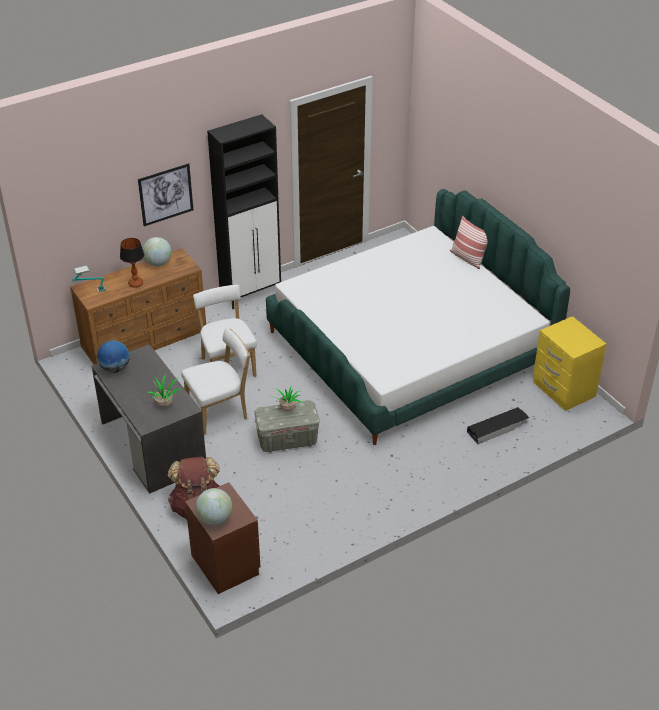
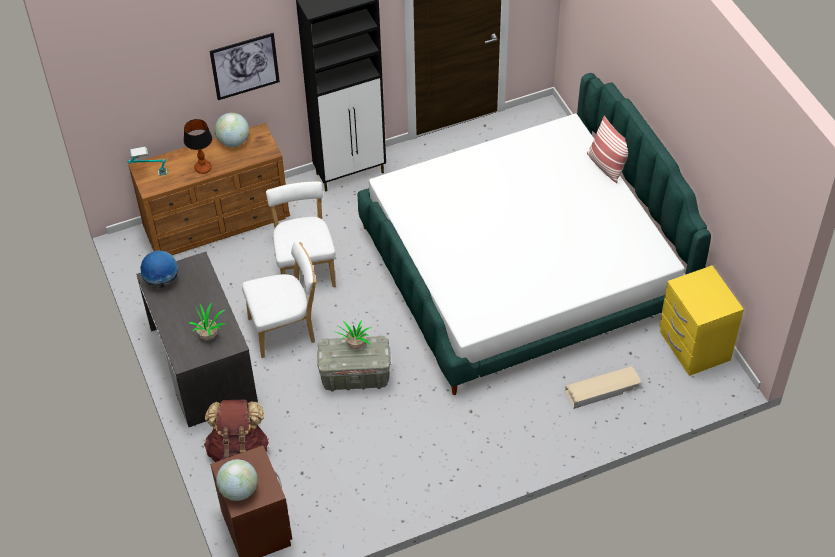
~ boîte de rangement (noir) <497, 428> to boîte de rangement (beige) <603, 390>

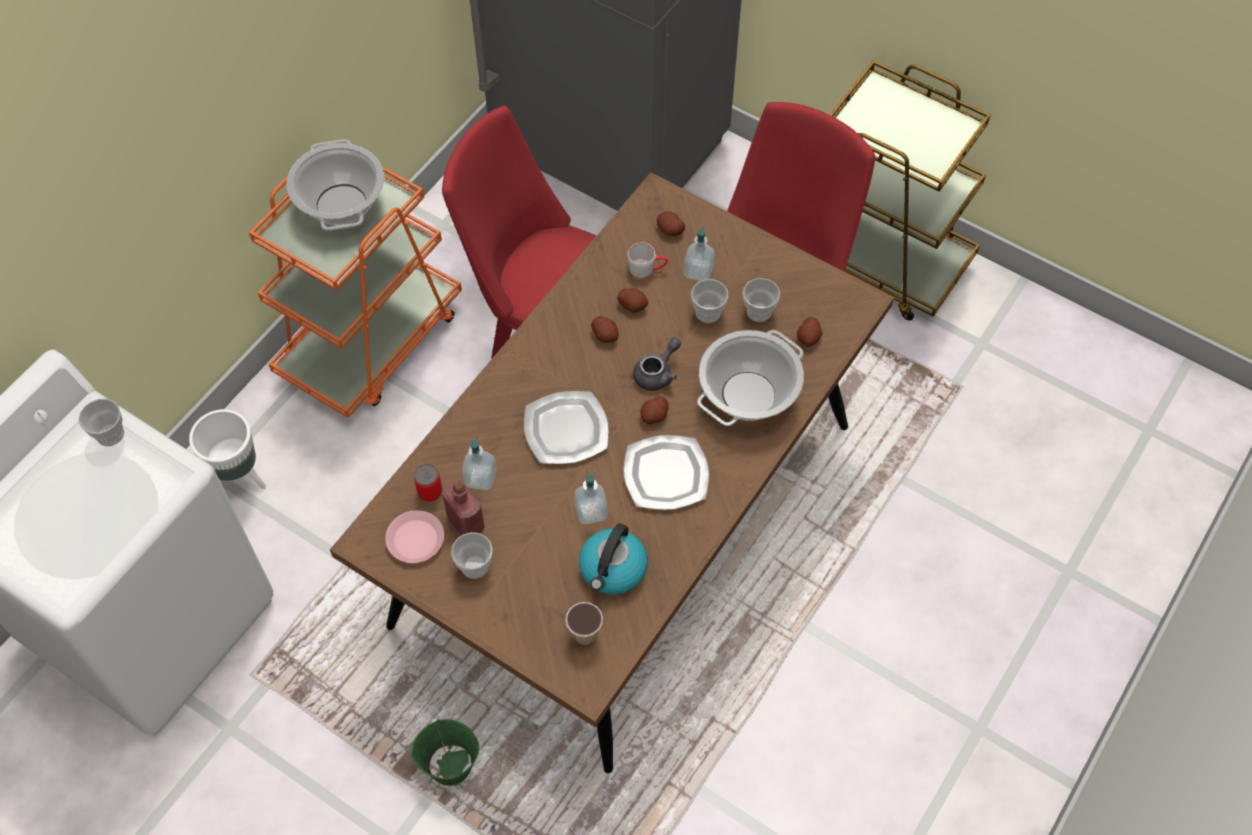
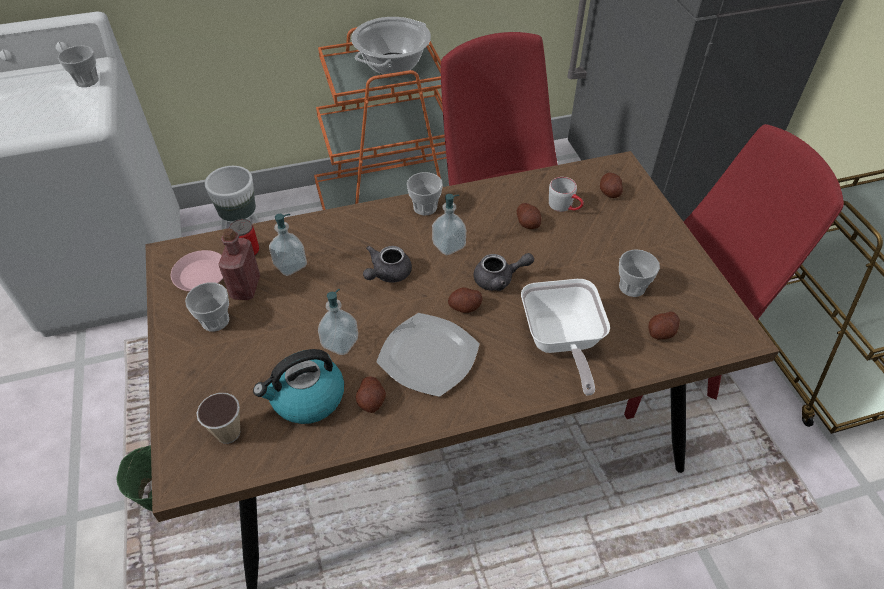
~ pomme de terre <605, 335> to <371, 401>
~ assiette <567, 430> to théière (gris) <387, 274>
~ tasse <708, 313> to <425, 207>
~ distributeur de savon <698, 271> to <449, 245>
~ marmite <748, 396> to poêle <561, 343>

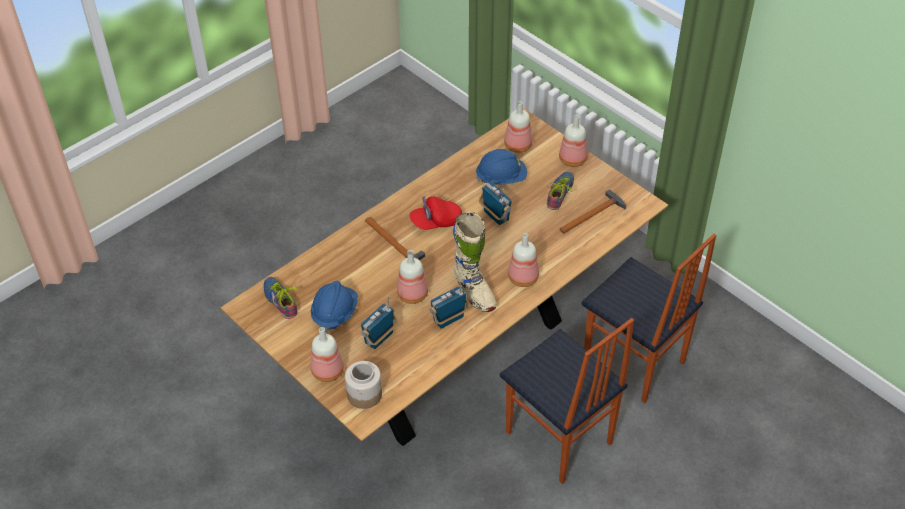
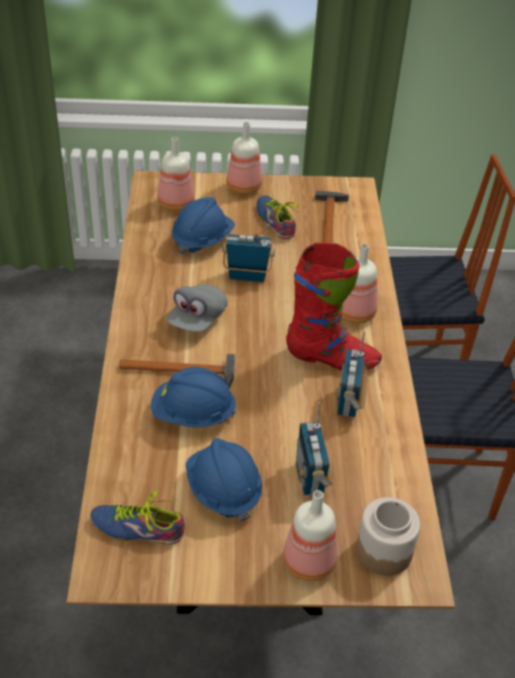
+ casque de chantier (bleu) <193, 415>
~ casquette (rouge) <436, 222> to casquette (gris) <197, 319>
~ botte (beige) <474, 292> to botte (rouge) <332, 358>
- bouteille <413, 294>

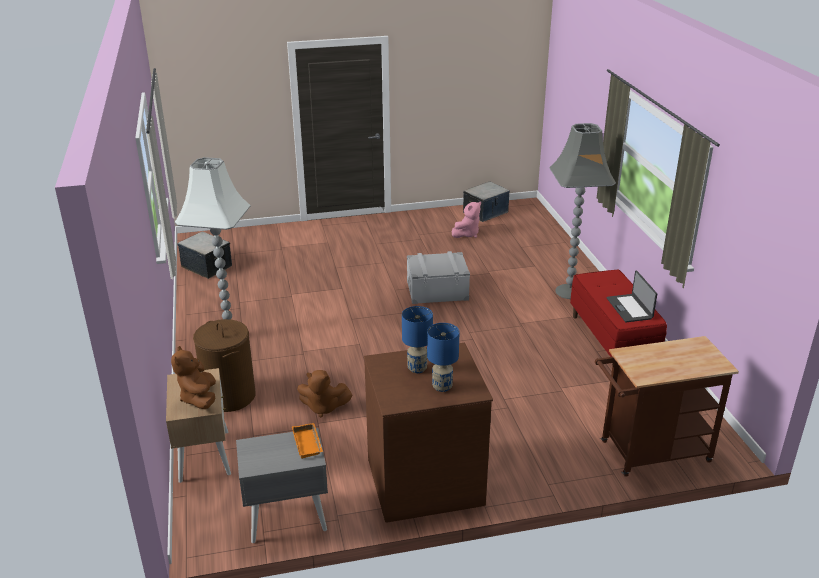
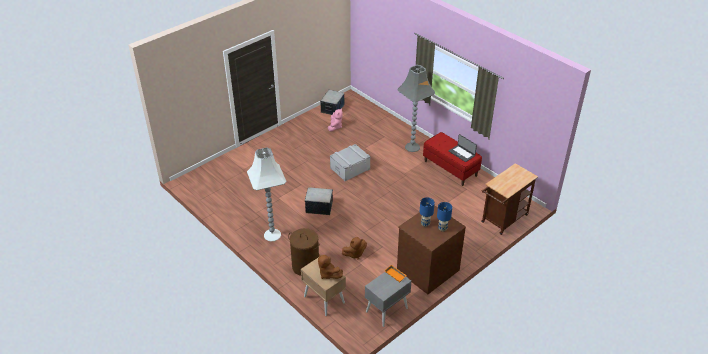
~ boîte de rangement <207, 266> to <319, 207>

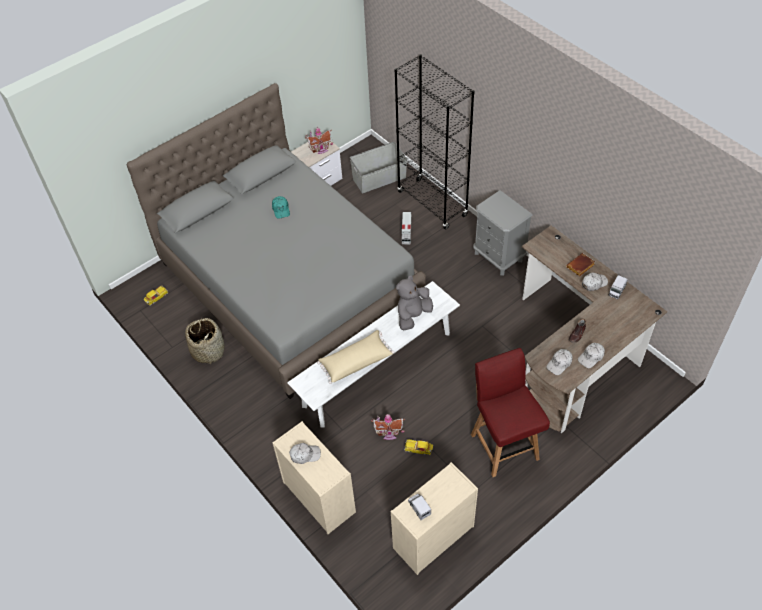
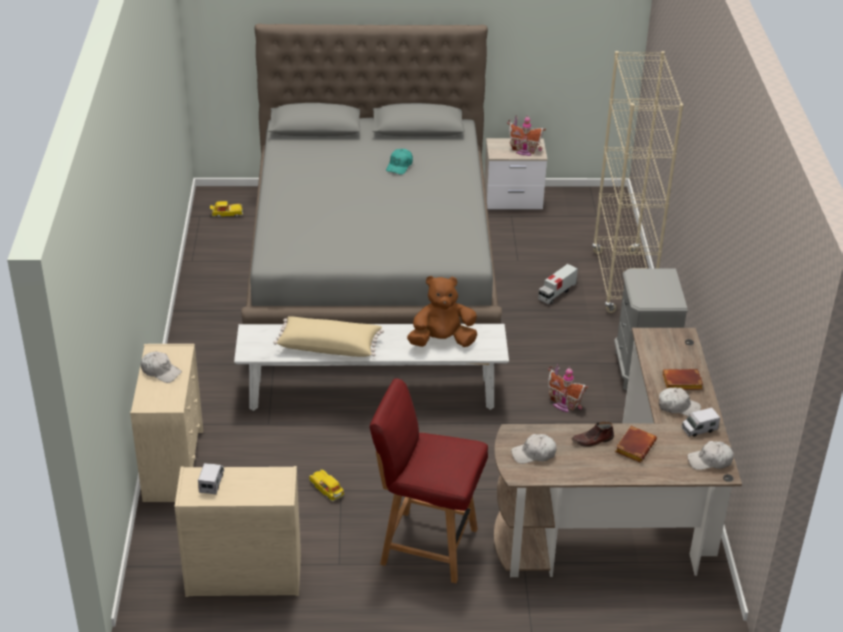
~ chaise (rouge) <504, 445> = <426, 545> 90 degrees counterclockwise
~ peluche (gris) <413, 315> to peluche (marron) <442, 341>
~ maison miniature <388, 433> to <564, 404>
~ bibliothèque (noir) <432, 204> to bibliothèque (beige) <622, 282>
+ livre (marron) <634, 446>
~ casquette (blanc) <591, 357> to <710, 461>
- panier <208, 351>
- boîte de rangement (gris) <379, 178>

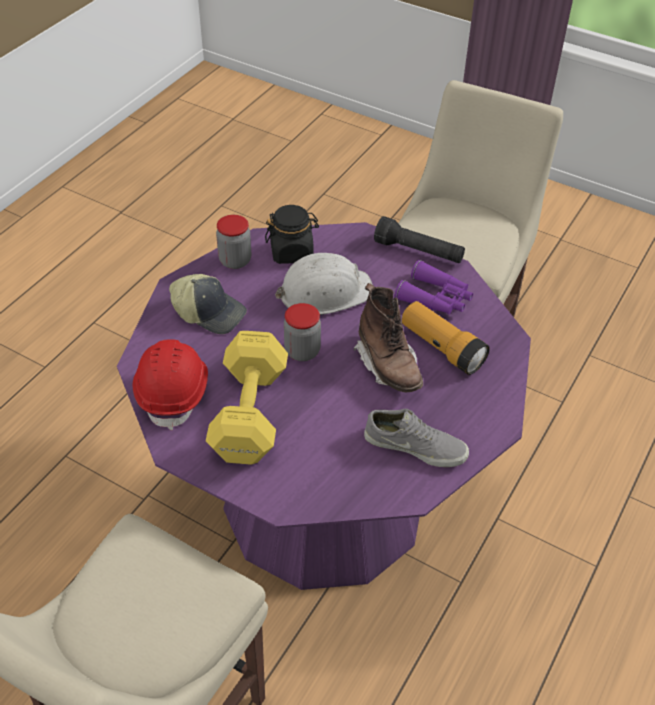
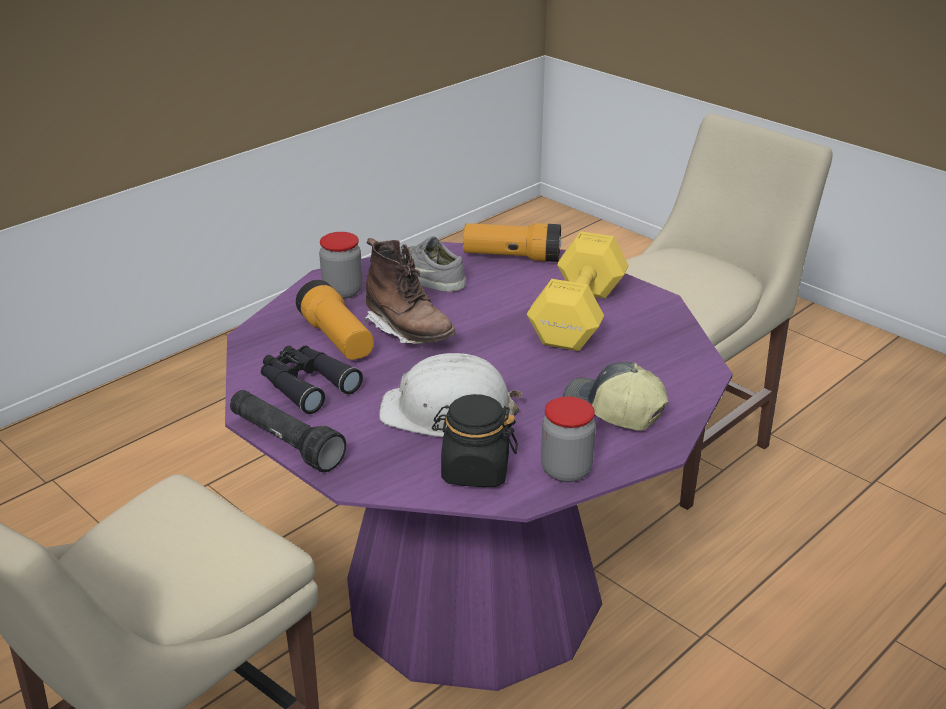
~ jumelles (violet) <435, 298> to jumelles (noir) <306, 385>
~ bocal <302, 351> to <342, 291>
~ botte (marron) <388, 366> = <409, 332> 150 degrees clockwise
+ lampe de poche <512, 257>
- casque de chantier (rouge) <174, 392>

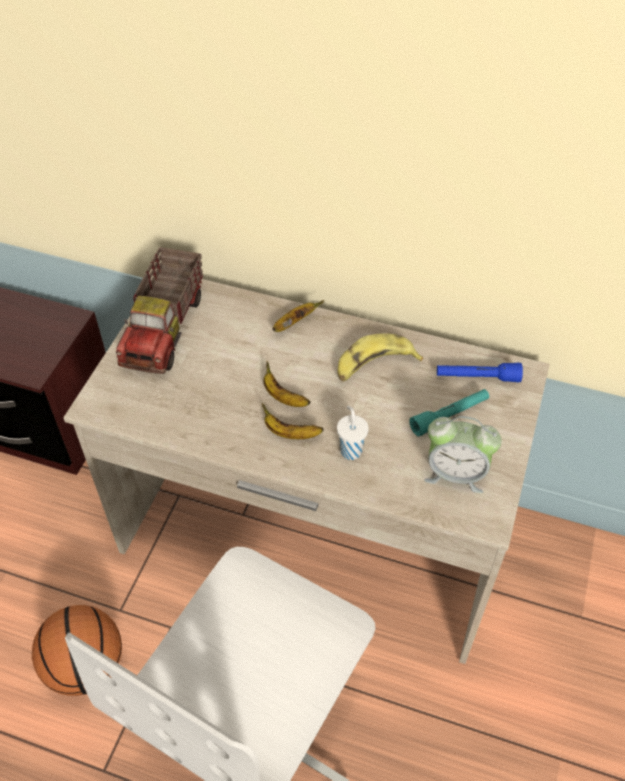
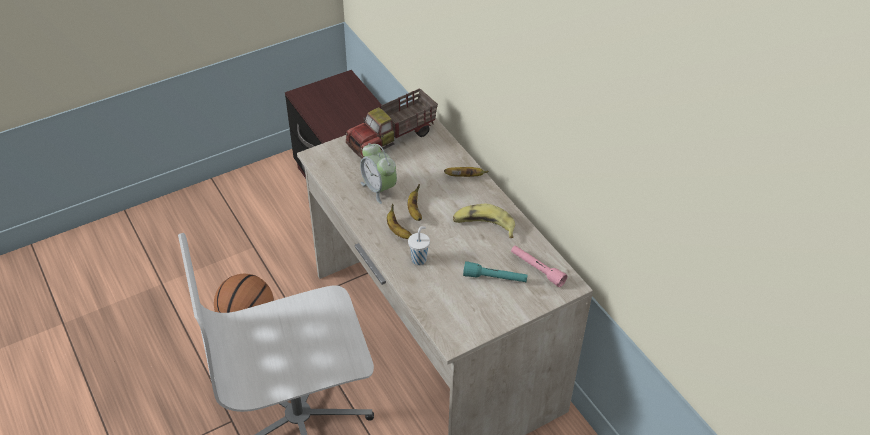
~ réveil <455, 473> to <379, 189>
~ lampe de poche (bleu) <477, 377> to lampe de poche (rose) <537, 269>

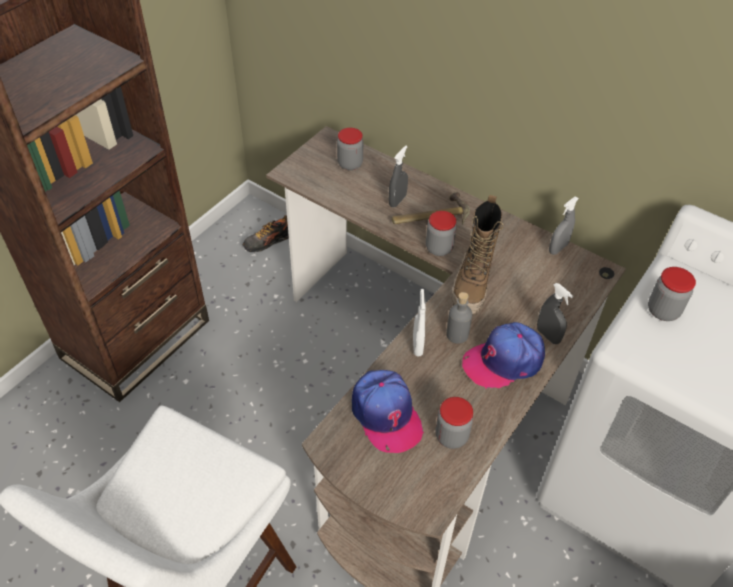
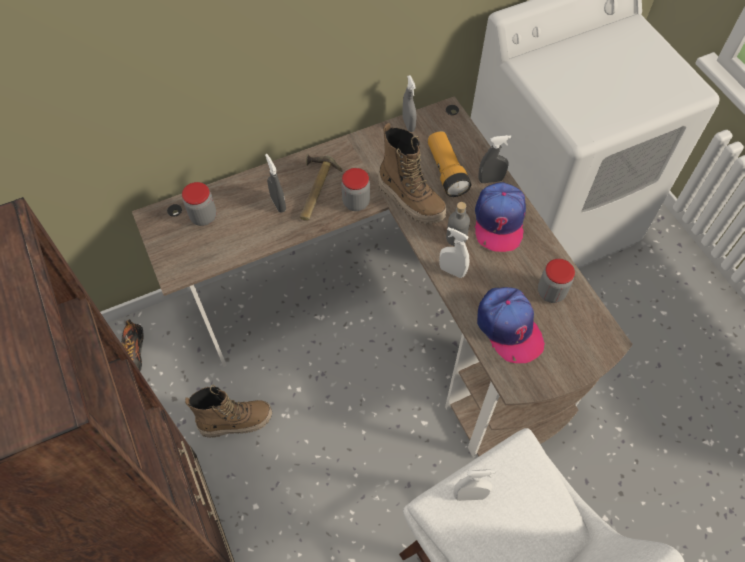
+ botte <236, 421>
+ lampe de poche <446, 171>
+ vaporisateur (blanc) <470, 495>
~ casquette <386, 415> = <508, 327> 60 degrees clockwise
- bocal <663, 311>

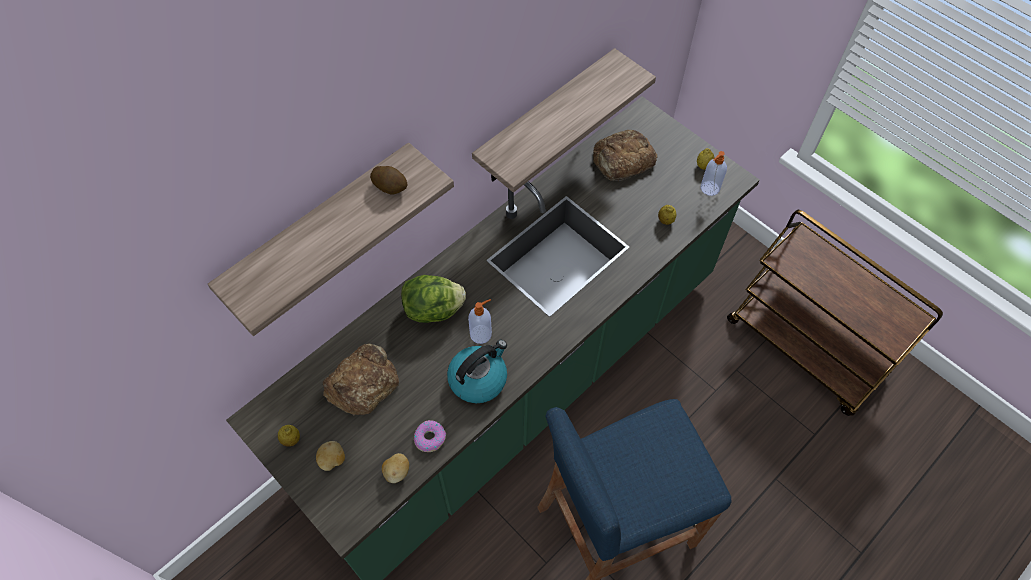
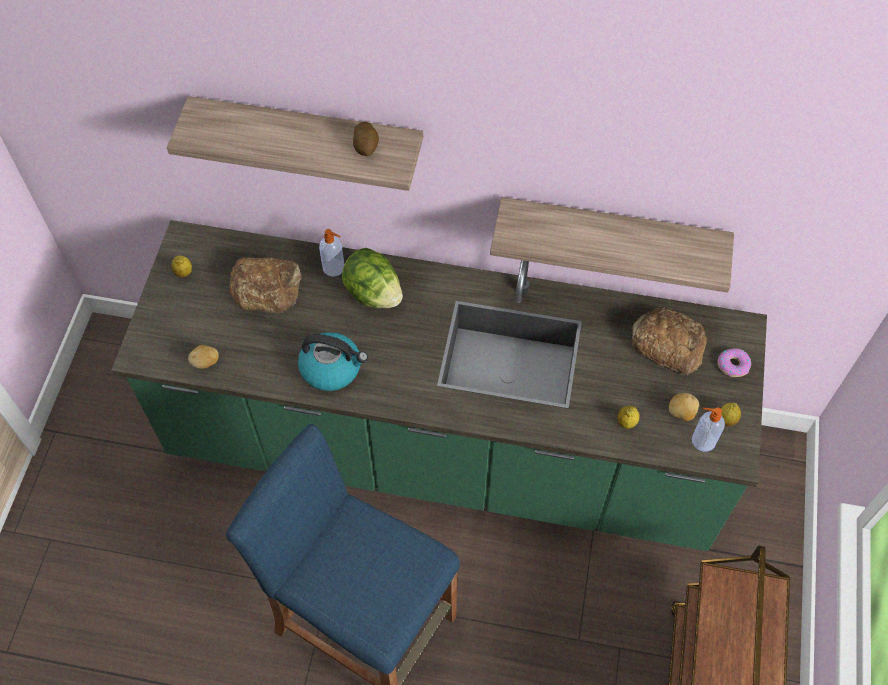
~ distributeur de savon <481, 334> to <334, 268>
~ pomme de terre <332, 460> to <681, 413>
~ beignet <429, 438> to <733, 365>

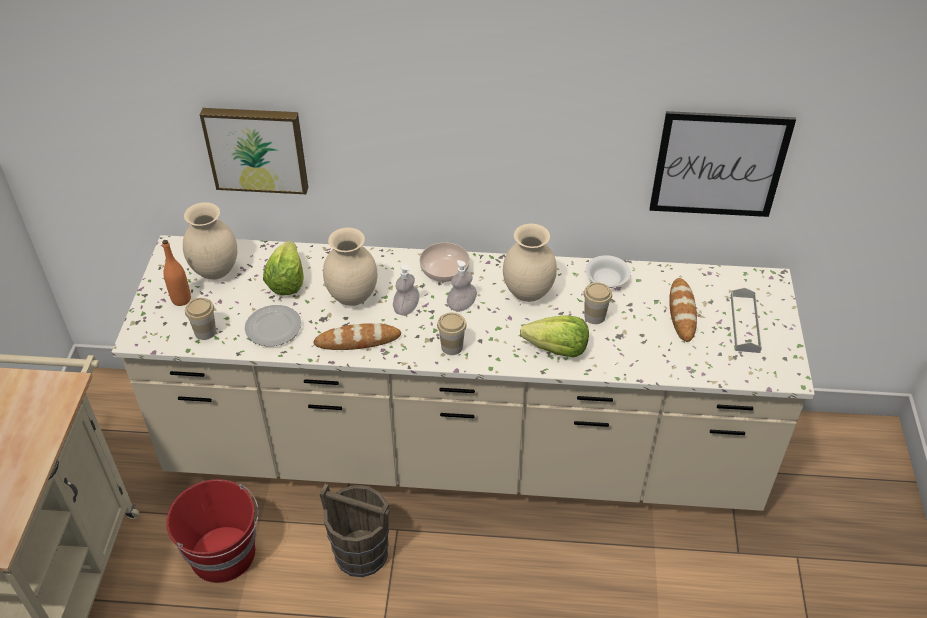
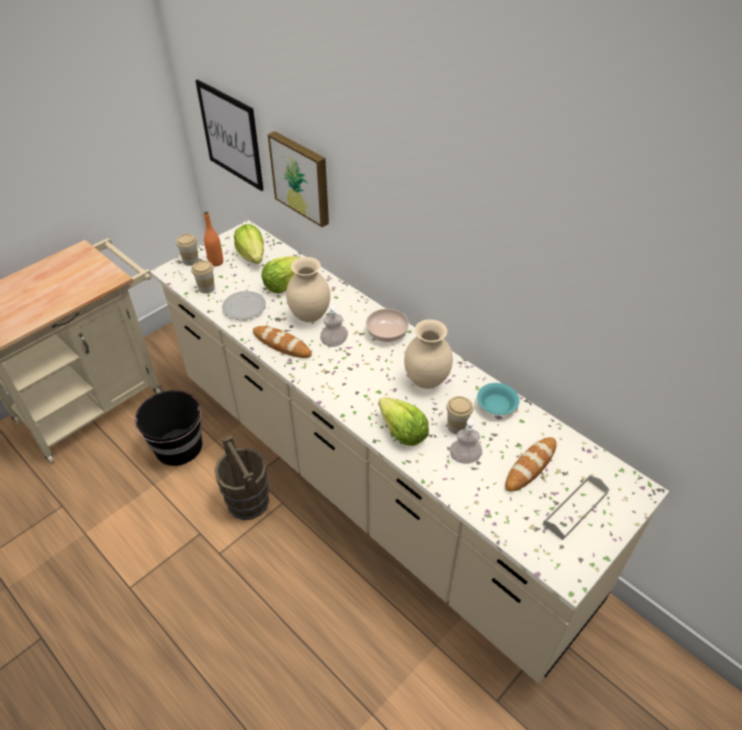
~ seau (rouge) <224, 554> to seau (noir) <179, 447>
~ tasse <452, 347> to <191, 261>
~ tableau <719, 164> to <231, 135>
~ vase (beige) <215, 271> to laitue <252, 256>
~ distributeur de savon <461, 305> to <464, 458>
~ bol (blanc) <607, 279> to bol (turquoise) <497, 405>

